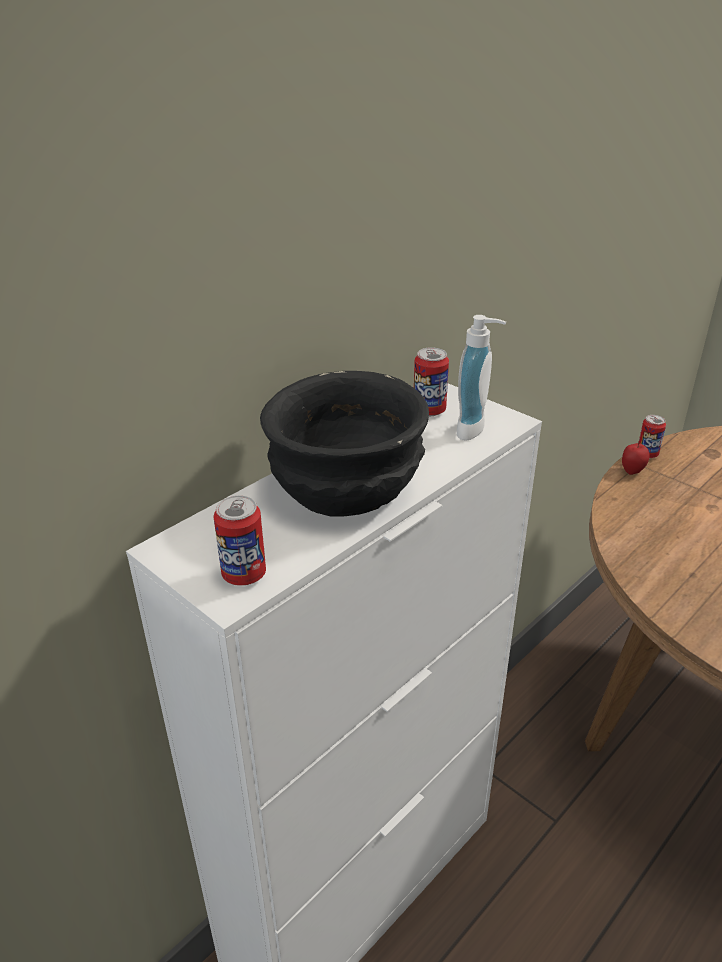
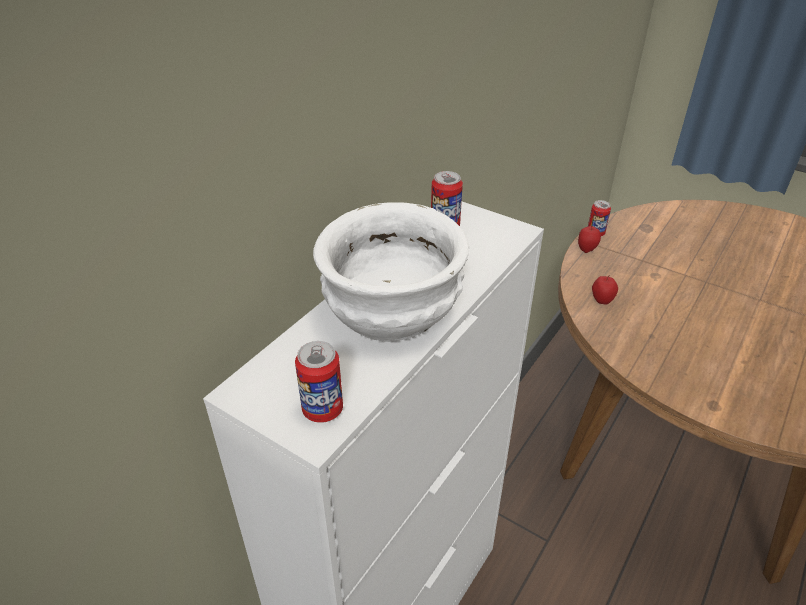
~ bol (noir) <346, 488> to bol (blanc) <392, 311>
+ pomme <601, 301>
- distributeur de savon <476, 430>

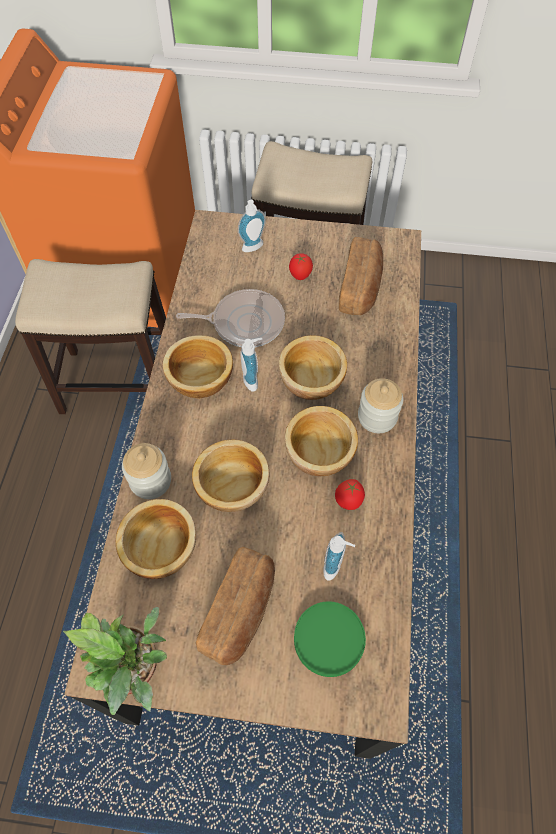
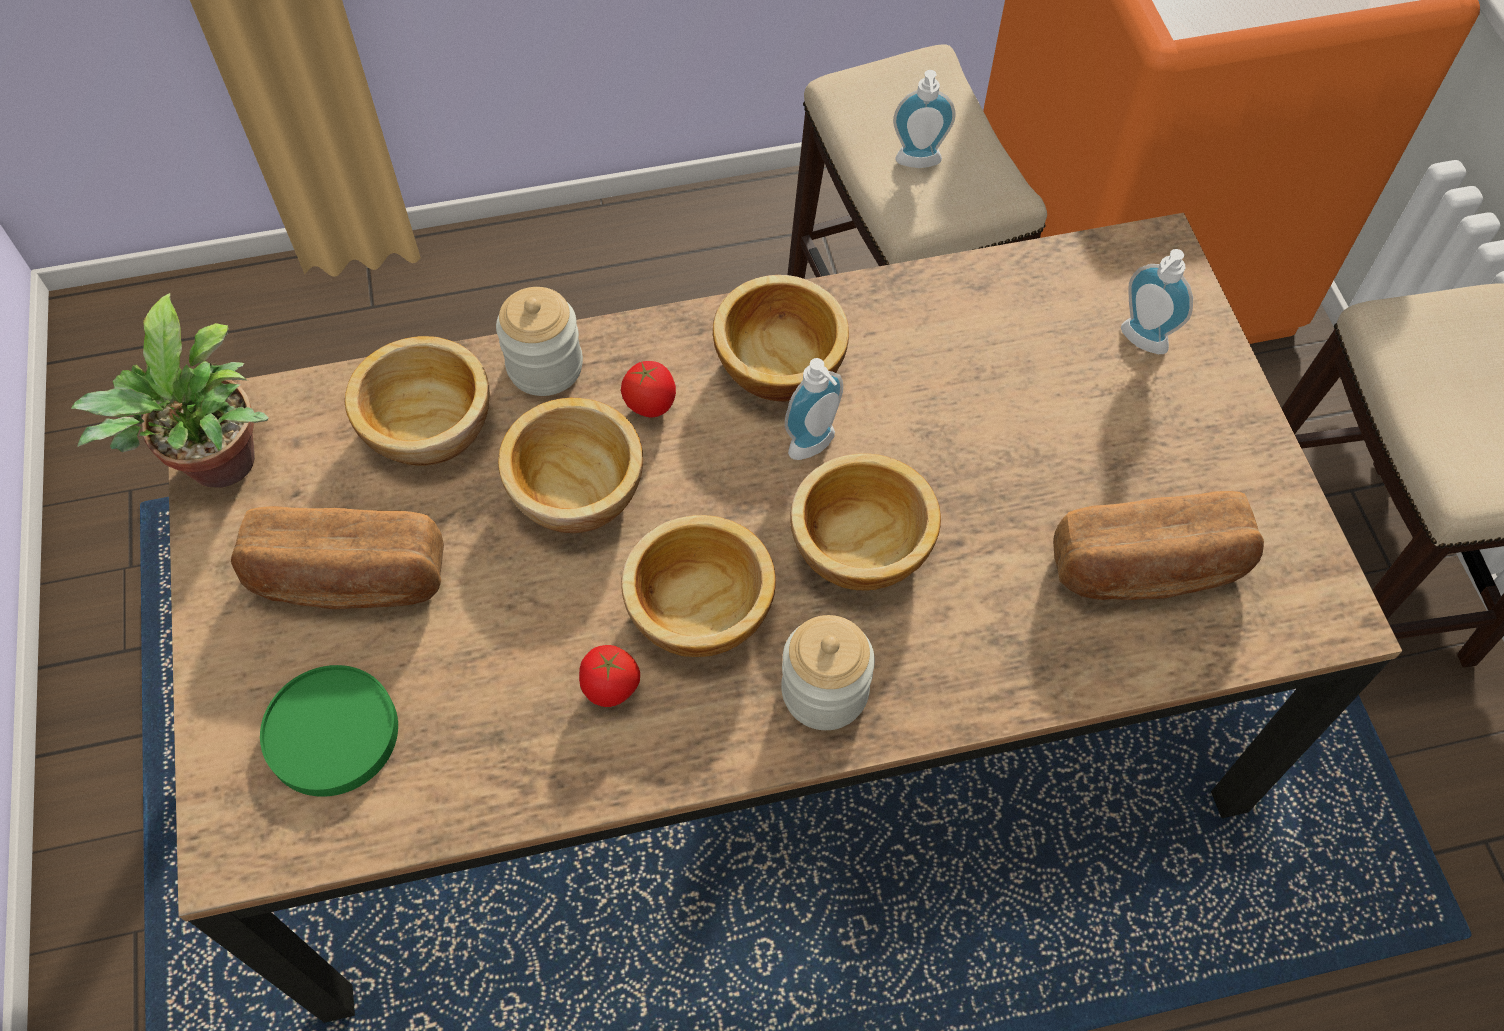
~ tomate <300, 276> to <651, 406>
~ distributeur de savon <335, 567> to <918, 164>
- poêle <244, 323>

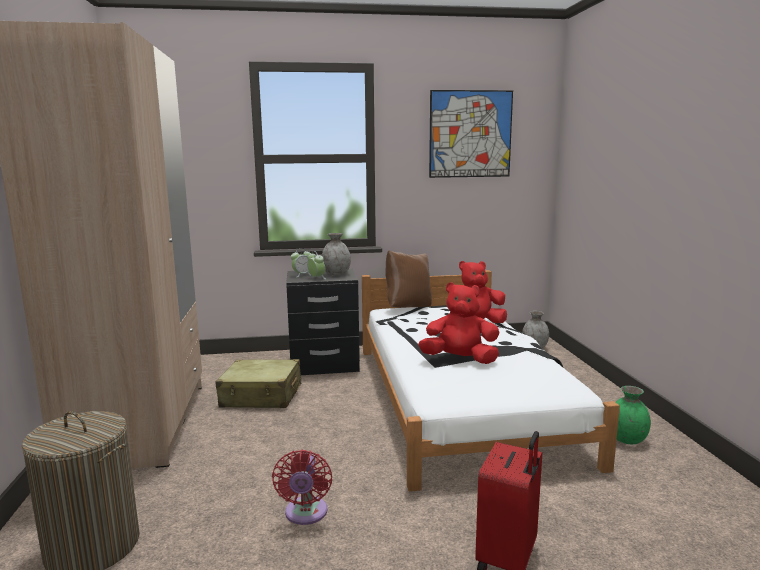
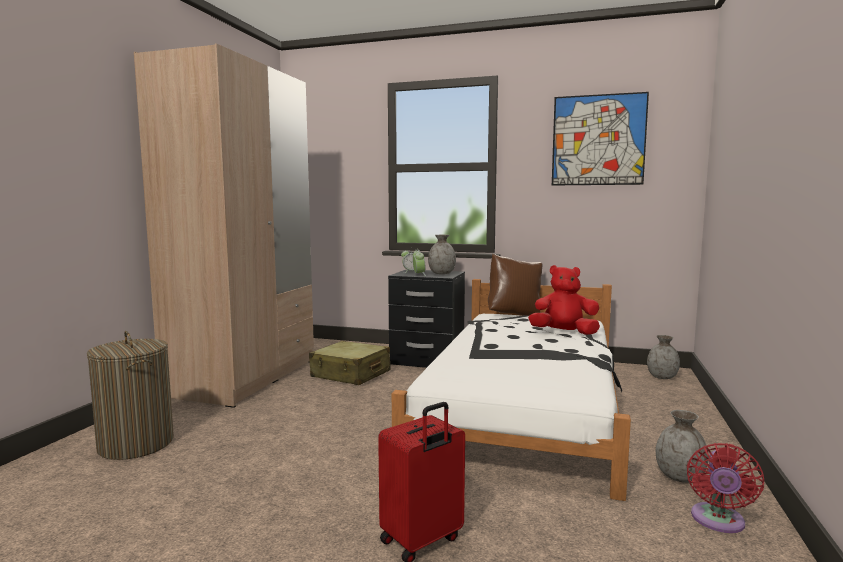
~ vase (vert) <627, 439> to vase (gris) <680, 477>
~ ventilateur (rouge) <305, 514> to <717, 521>
- peluche (rouge) <460, 360>

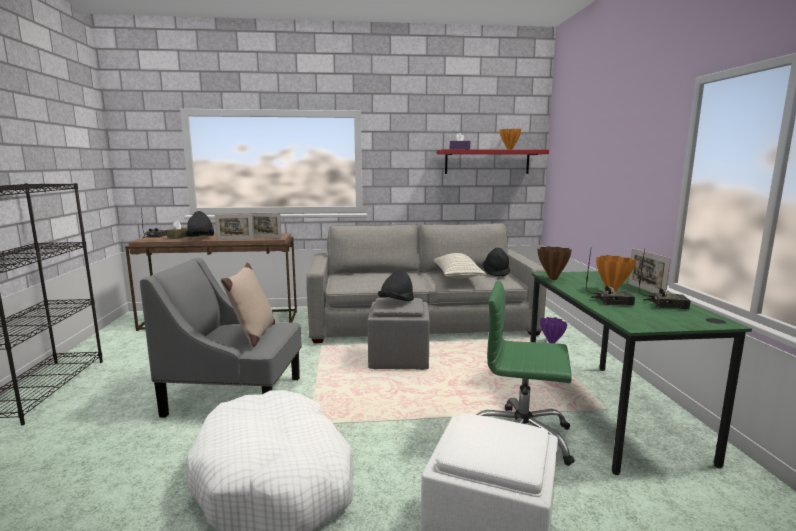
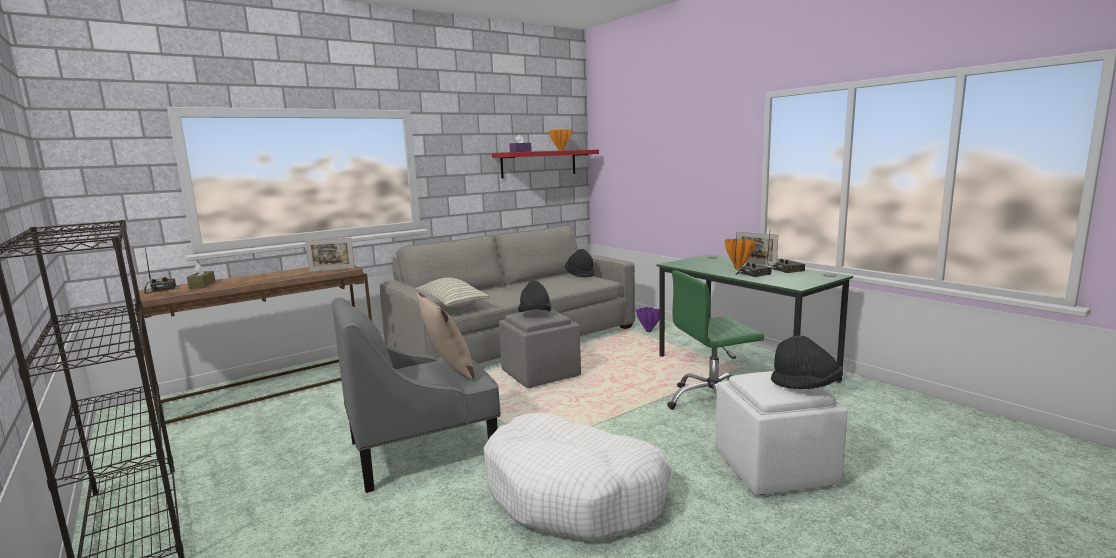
~ coussin <457, 276> to <450, 305>
~ chapeau (noir) <200, 238> to <805, 387>
- cadre photo <235, 239>
- vase (marron) <553, 278>

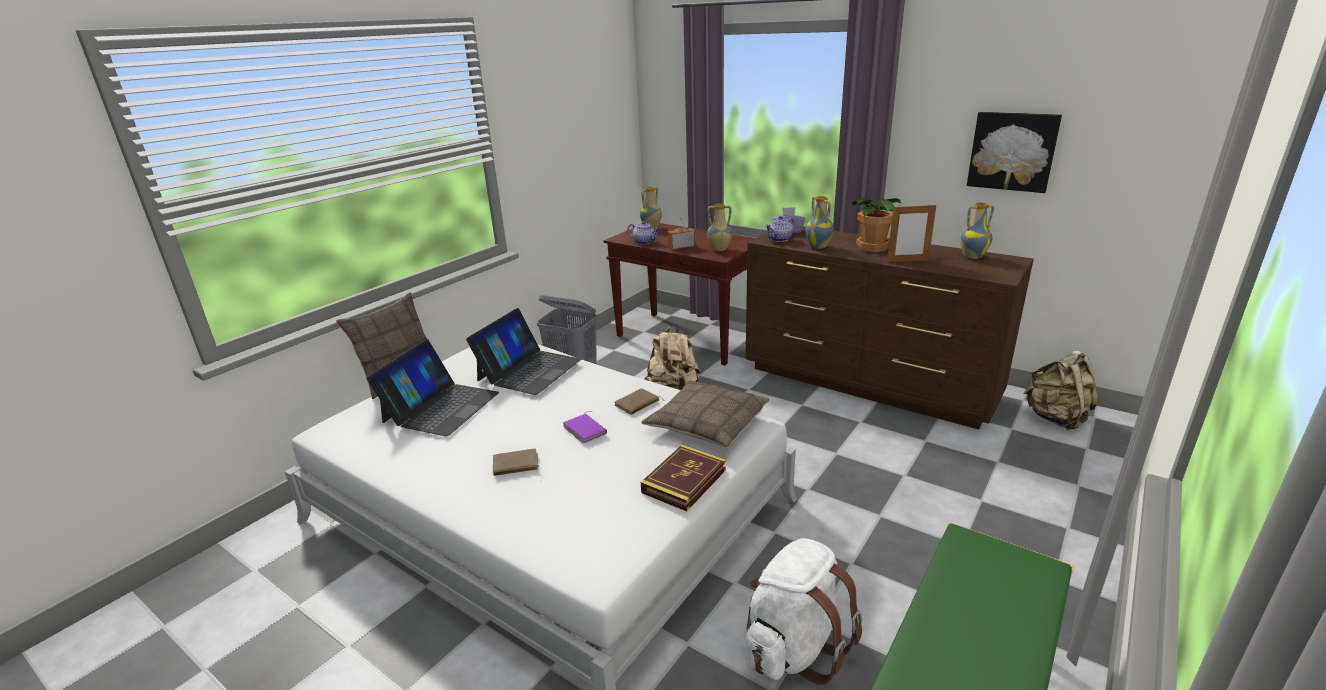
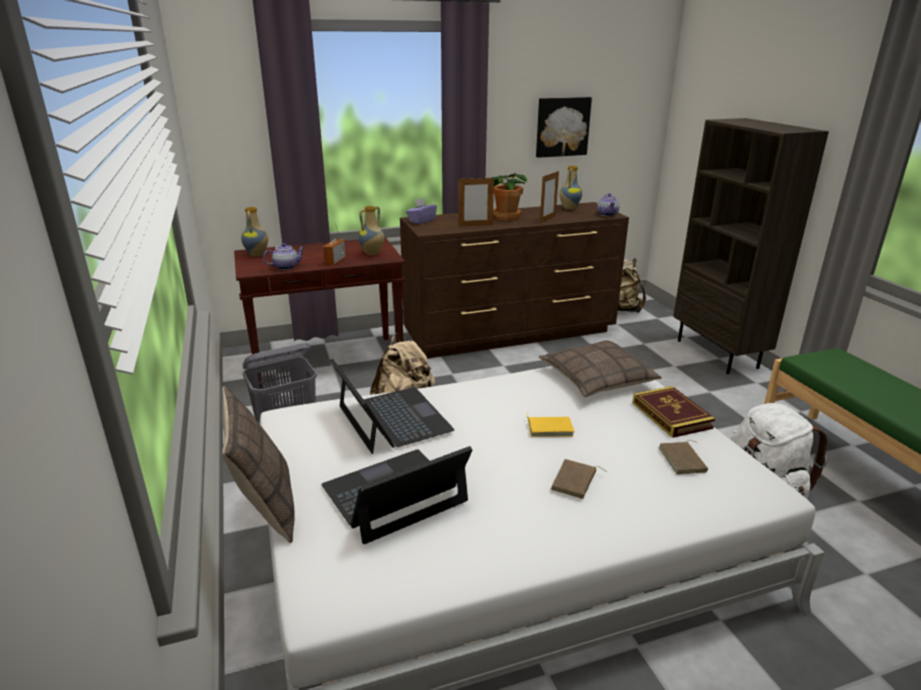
~ ordinateur portable <440, 407> = <394, 494> 90 degrees counterclockwise
~ vase <819, 247> to cadre photo <475, 225>
~ livre (violet) <586, 430> to livre (jaune) <550, 428>
~ théière <780, 239> to <607, 214>
~ livre (marron) <637, 404> to <684, 460>
+ bibliothèque (marron) <718, 354>

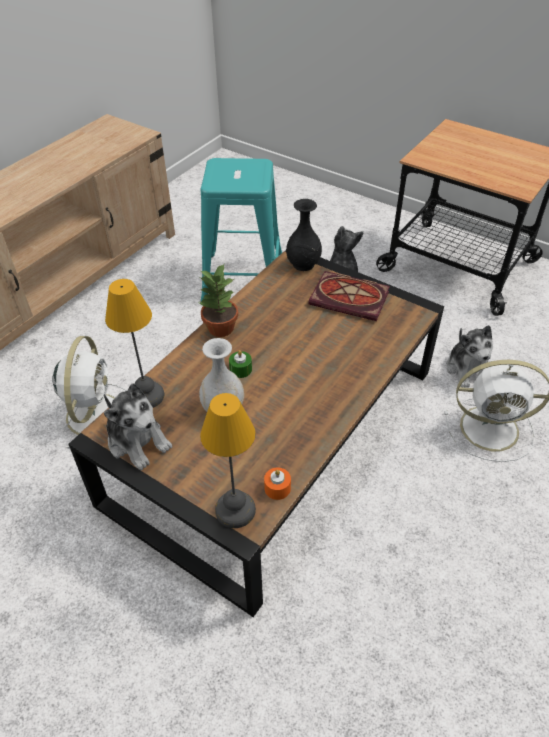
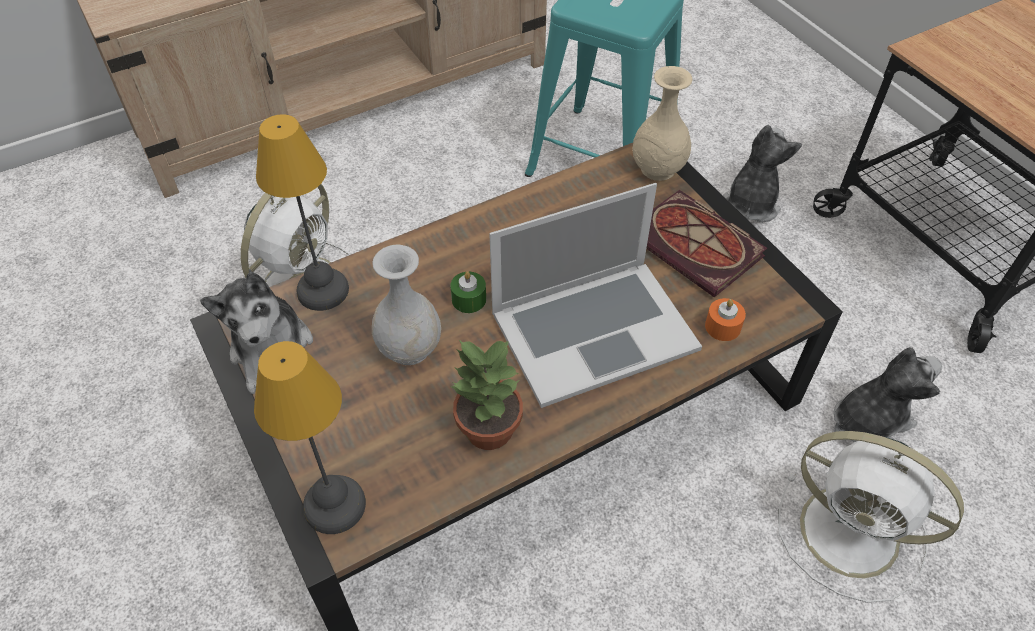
~ plante en pot <220, 328> to <487, 429>
+ ordinateur portable <593, 329>
~ vase (noir) <303, 264> to vase (beige) <657, 169>
~ bougie (orange) <277, 488> to <722, 326>
~ peluche <467, 370> = <869, 422> 135 degrees counterclockwise

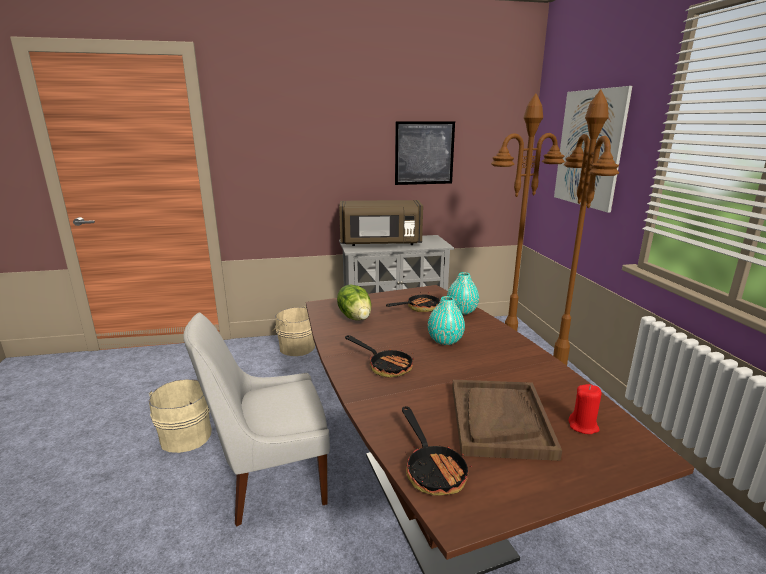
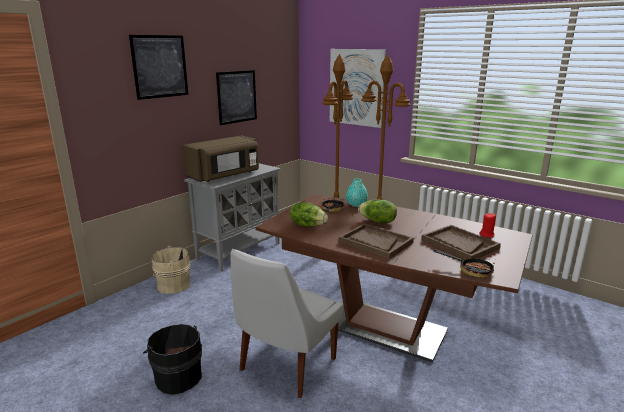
+ tableau <160, 66>
~ seau (beige) <187, 435> to seau (noir) <177, 376>
~ poêle <385, 366> to plateau (marron) <375, 242>
~ vase (turquoise) <445, 340> to laitue <377, 221>

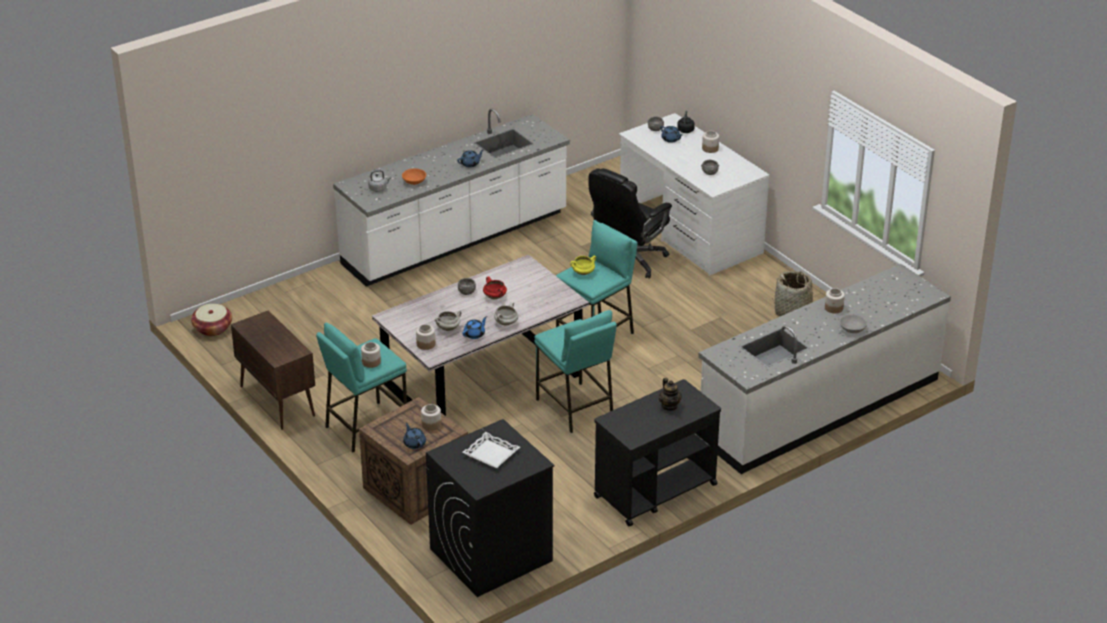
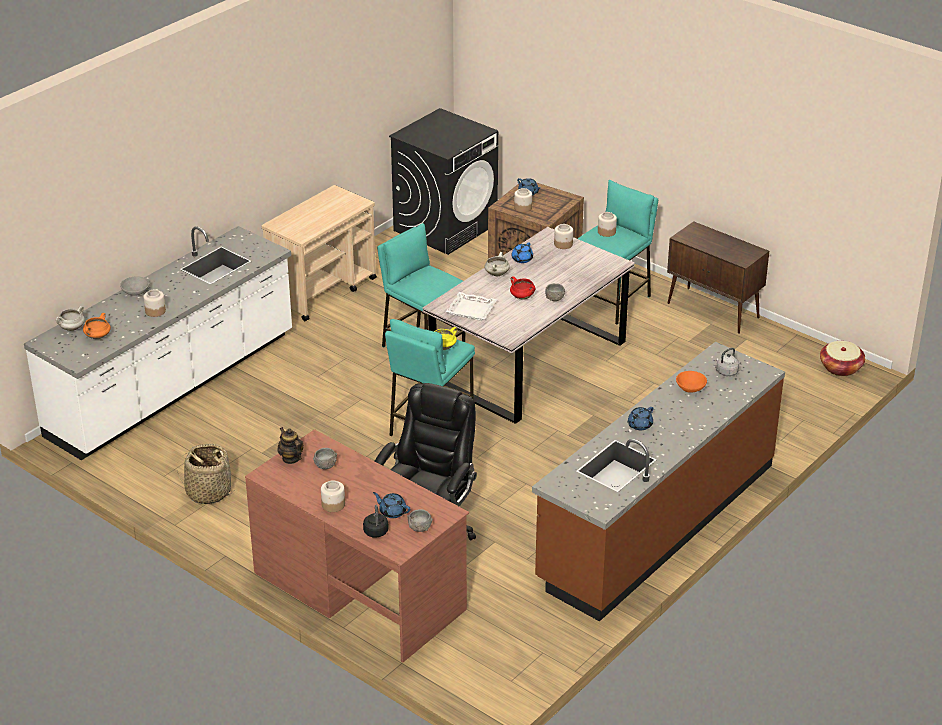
~ marmite (blanc) <448, 328> to <72, 328>
+ marmite (orange) <98, 337>
~ bureau (blanc) <689, 232> to bureau (marron) <359, 590>
~ chariot (noir) <654, 491> to chariot (beige) <323, 290>
~ théière <669, 406> to <291, 458>
~ plateau (blanc) <491, 454> to <471, 310>
~ comptoir de cuisine (blanc) <456, 240> to comptoir de cuisine (marron) <656, 522>

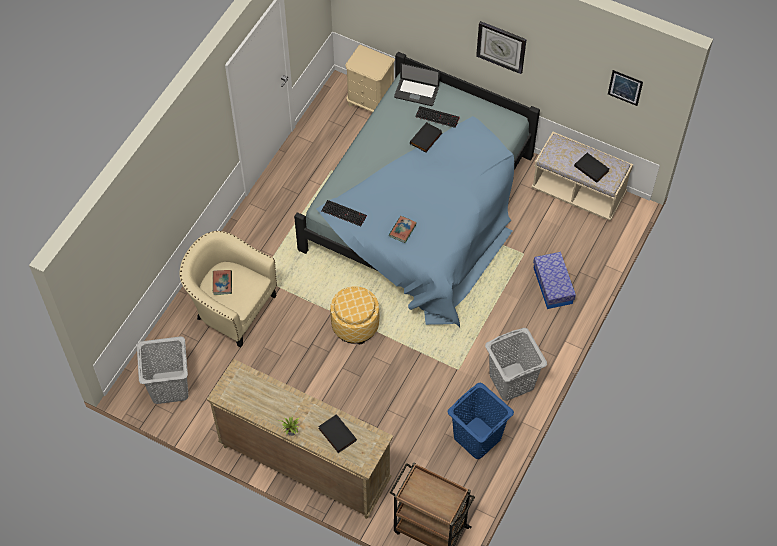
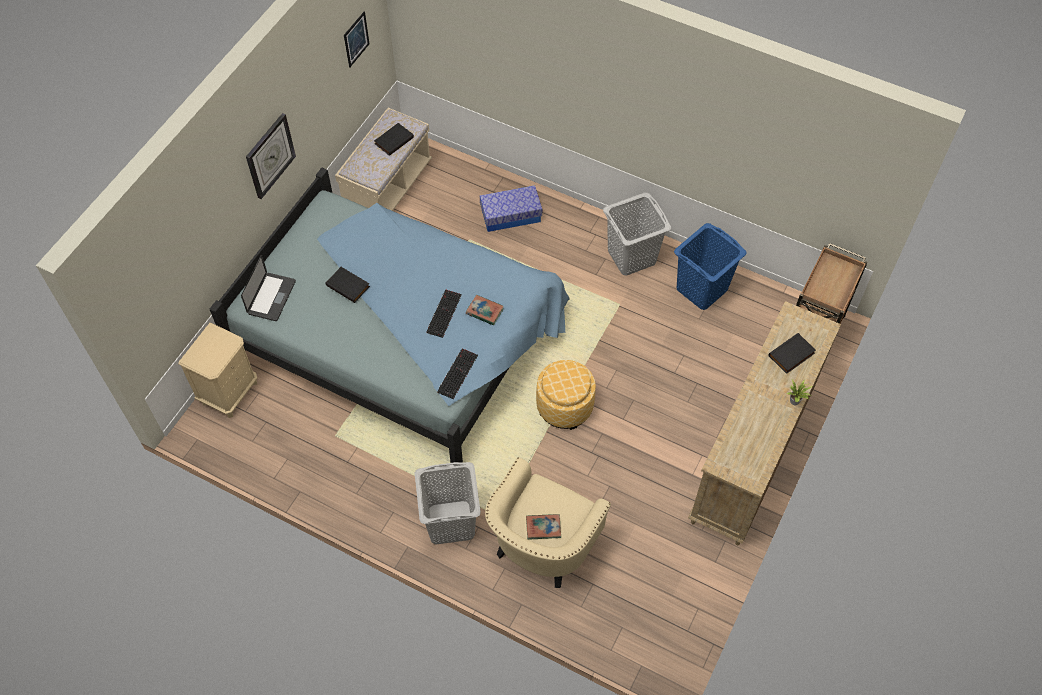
~ panier à linge (gris) <169, 386> to <450, 522>
~ clavier <438, 116> to <443, 313>

